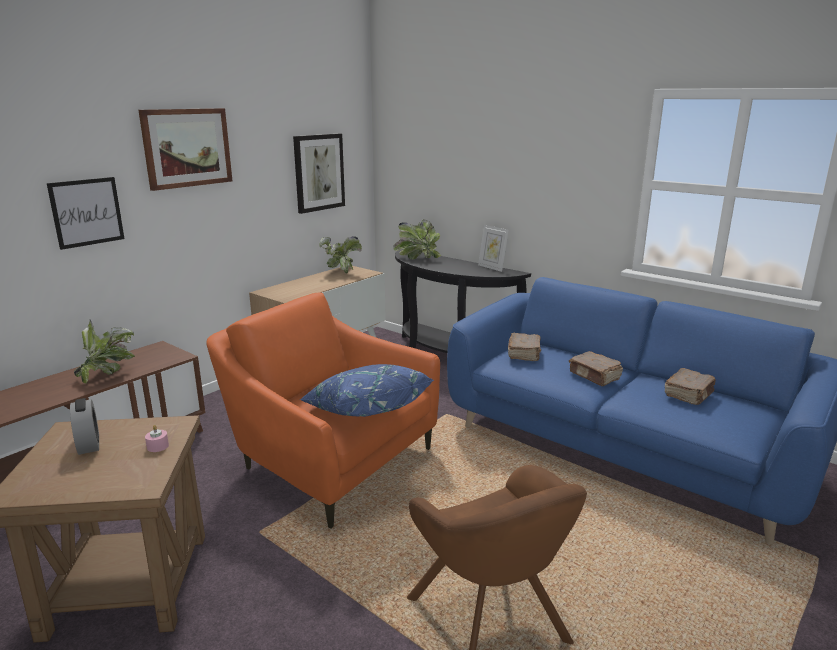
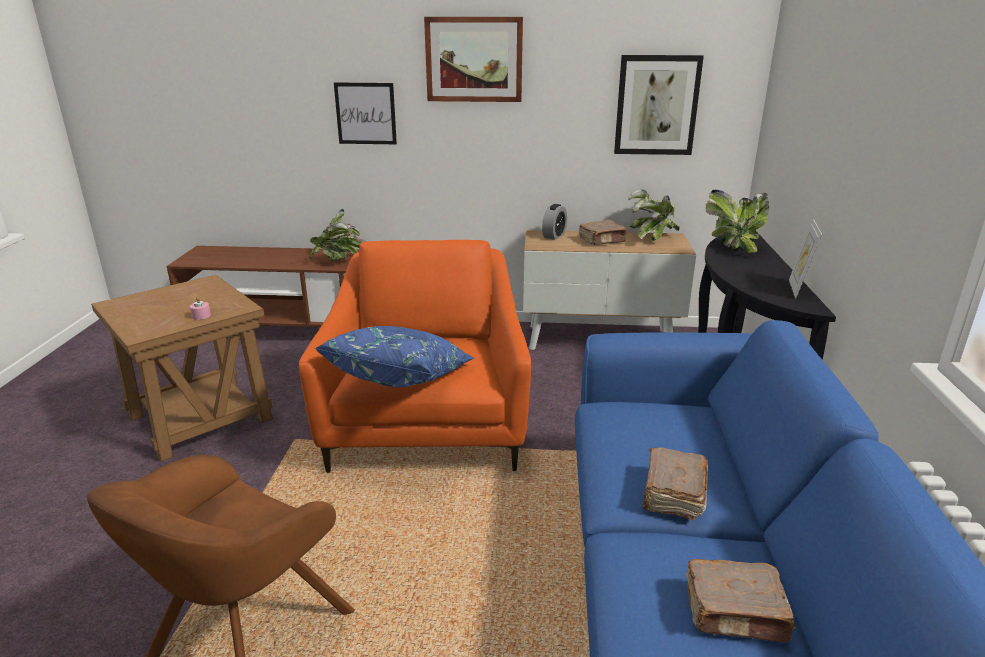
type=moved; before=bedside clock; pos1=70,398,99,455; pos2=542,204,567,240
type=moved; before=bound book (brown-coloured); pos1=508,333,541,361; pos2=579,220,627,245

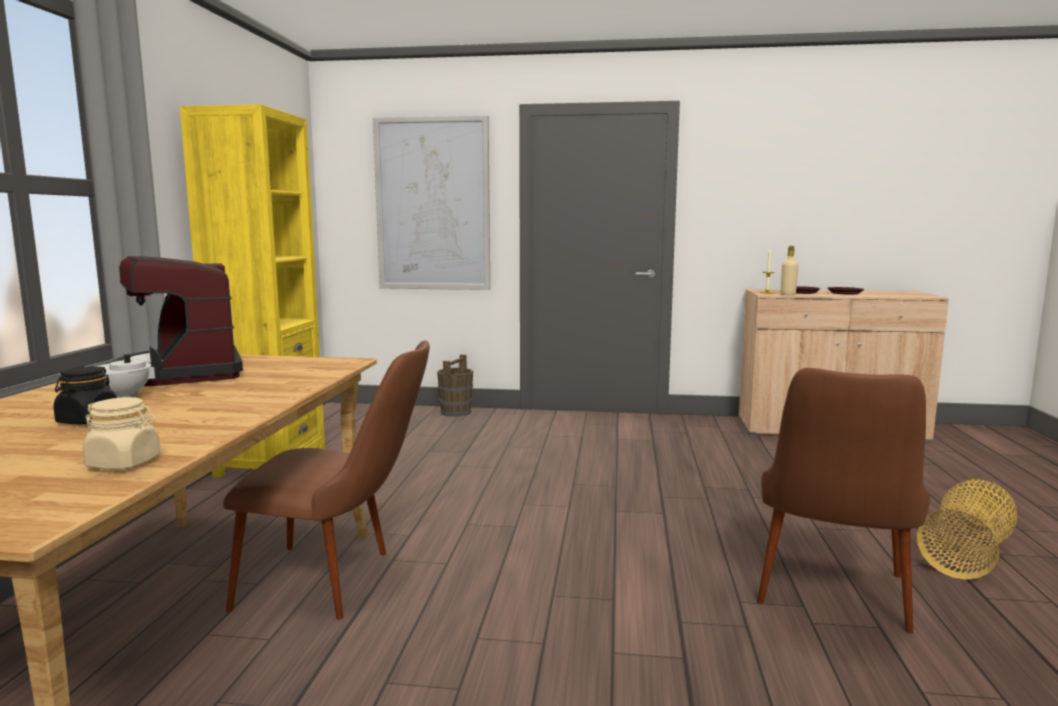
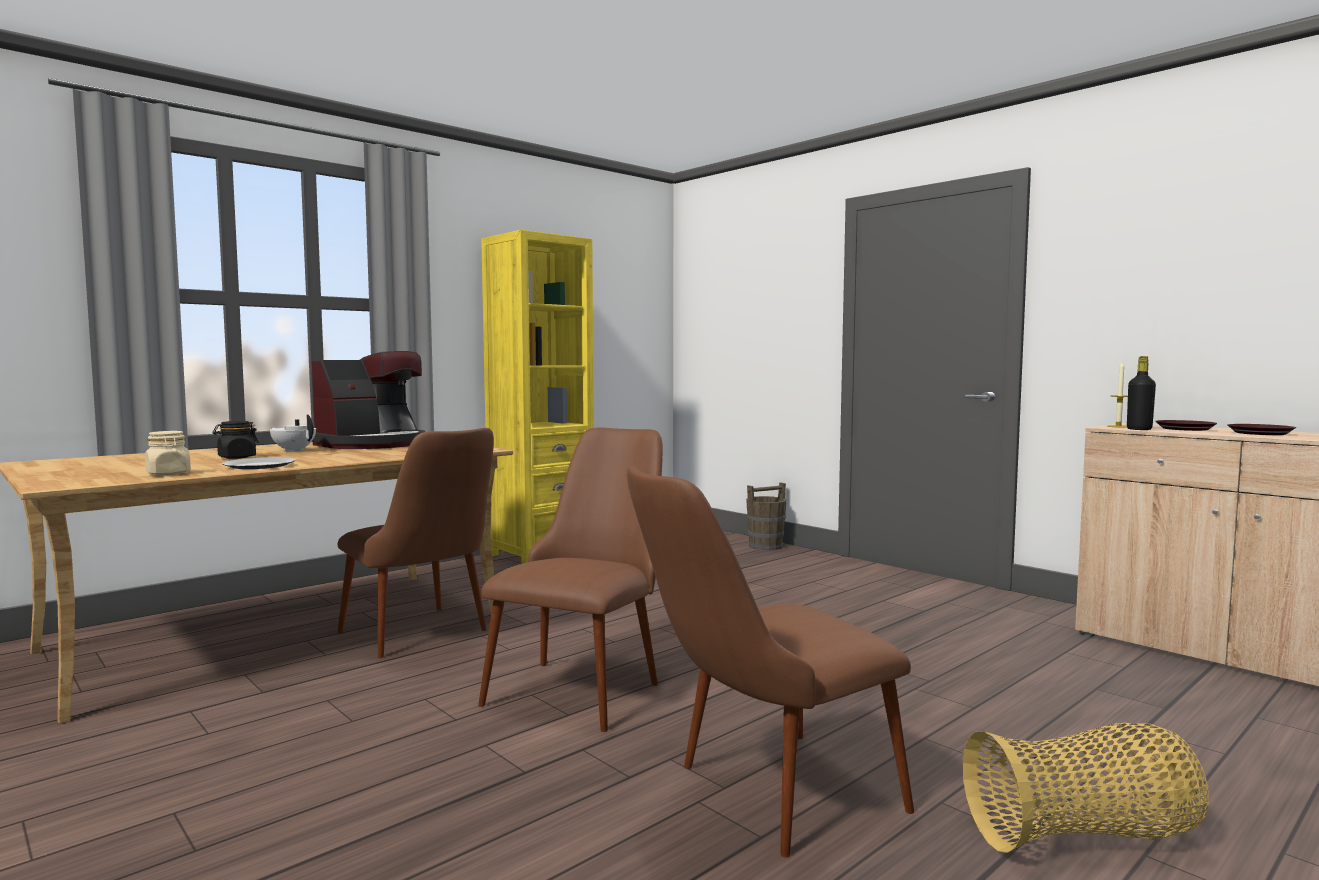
type=removed; before=picture; pos1=373,115,490,290
type=added; after=dinner plate; pos2=222,457,296,469
type=added; after=plain chair (brown-coloured); pos2=478,427,663,732
type=recoloured; before=bottle (sand-coloured); after=bottle (blackish); pos1=781,246,798,295; pos2=1127,356,1156,430
type=turned; before=coffee brewer; pos1=111,256,243,386; pos2=312,351,425,449; turn=-150

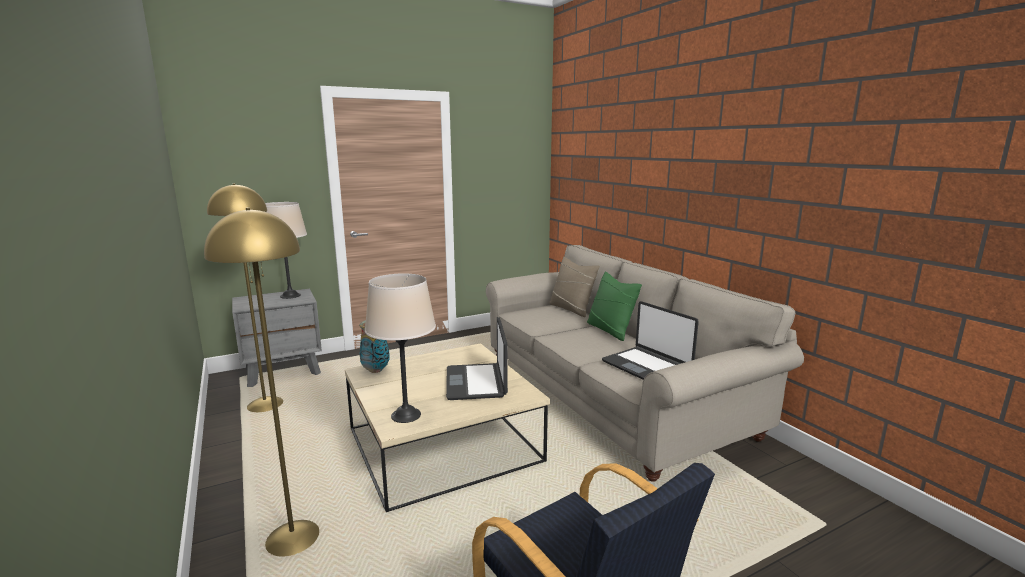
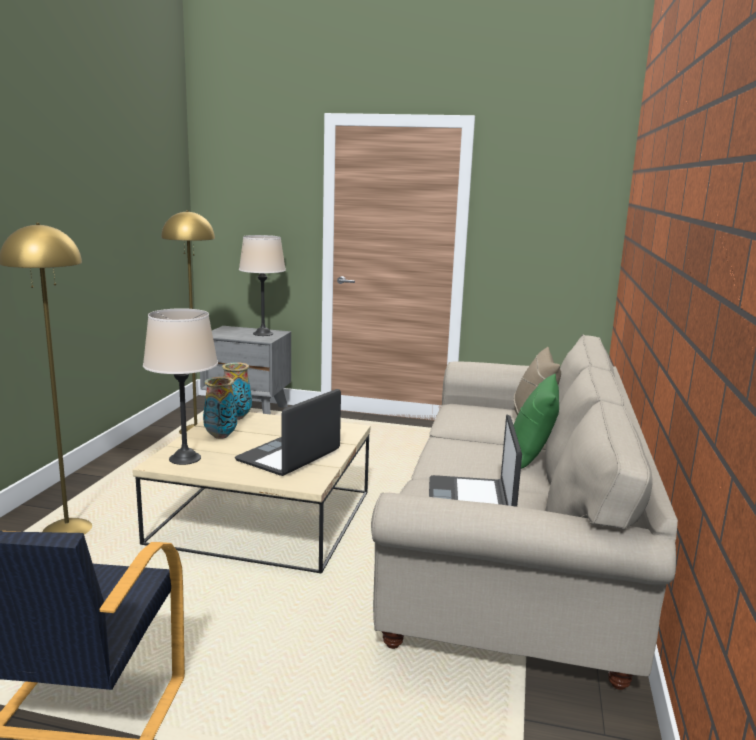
type=added; after=flower vase; pos2=203,377,237,439

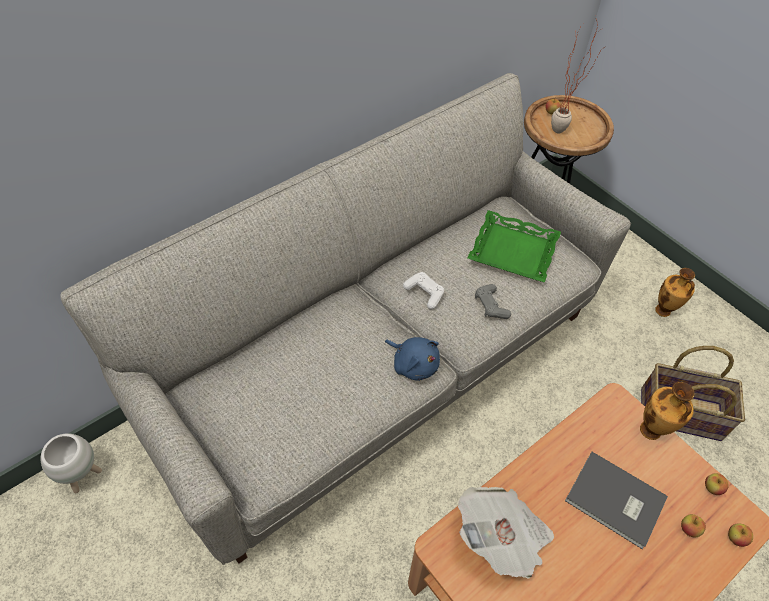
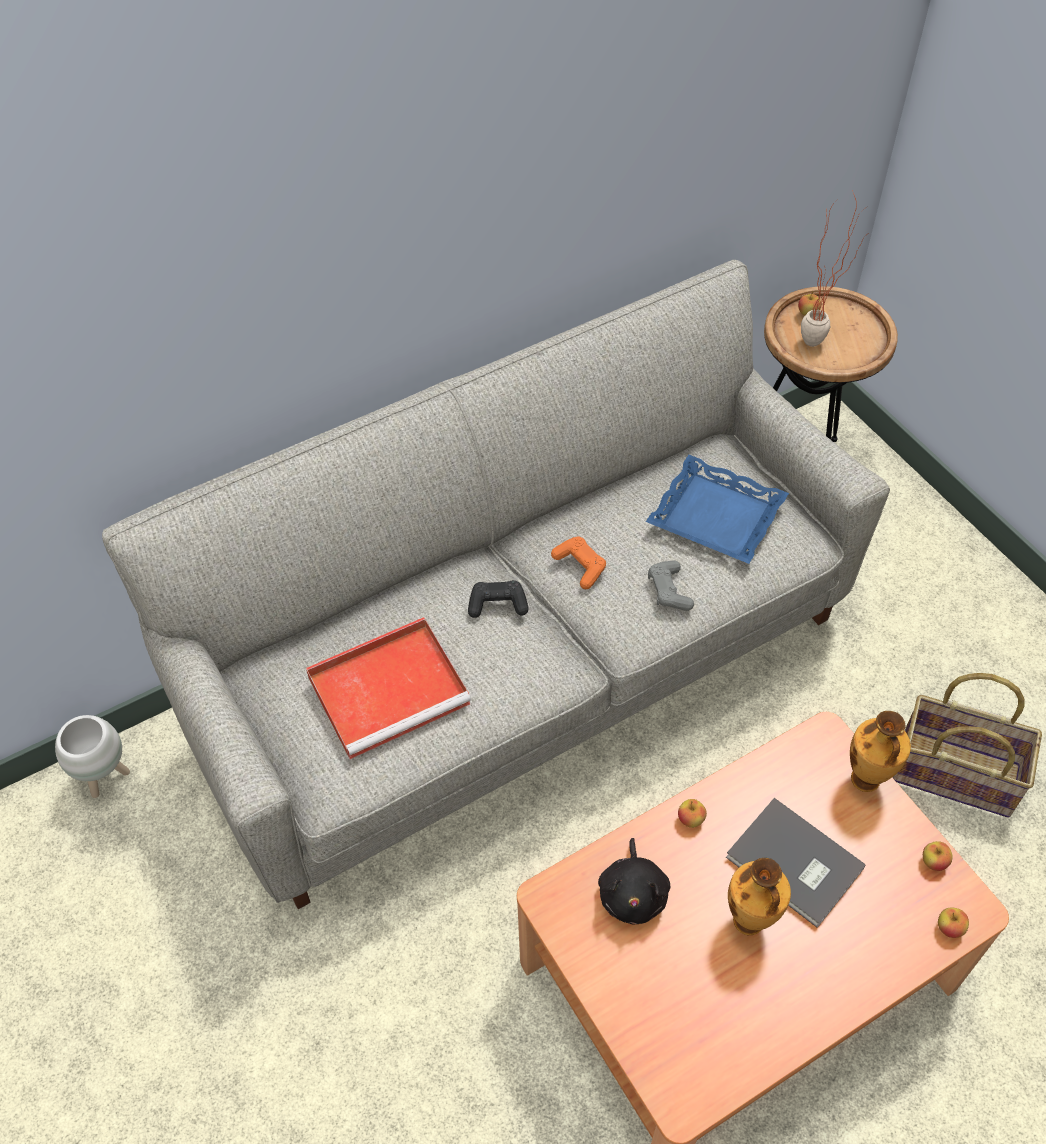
type=removed; before=cuddly toy (blue); pos1=385,337,440,381
type=added; after=carrying tray (reddish); pos2=306,617,471,759
type=added; after=gamepad (blackish); pos2=468,580,528,618
type=moved; before=flower vase; pos1=655,268,695,317; pos2=728,858,791,935
type=moved; before=apple fruit; pos1=681,514,706,537; pos2=678,799,707,828
type=replaced; before=printed paper; after=cuddly toy (blackish); pos1=458,487,554,578; pos2=598,838,670,925
type=recoloured; before=gamepad (white-coloured); after=gamepad (orange); pos1=403,272,444,309; pos2=551,536,606,589
type=recoloured; before=carrying tray (green); after=carrying tray (blue); pos1=467,210,561,282; pos2=646,455,789,564

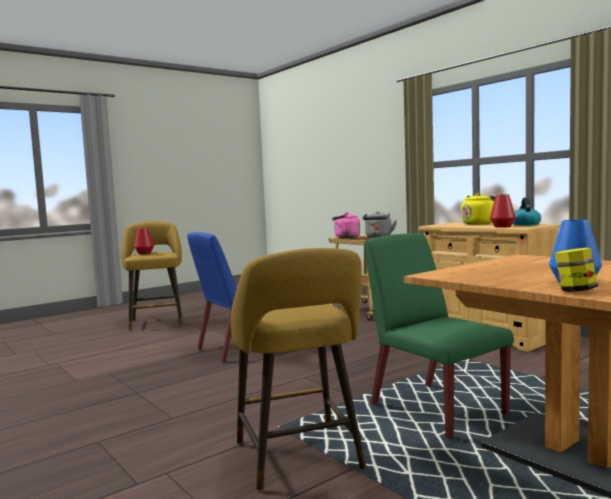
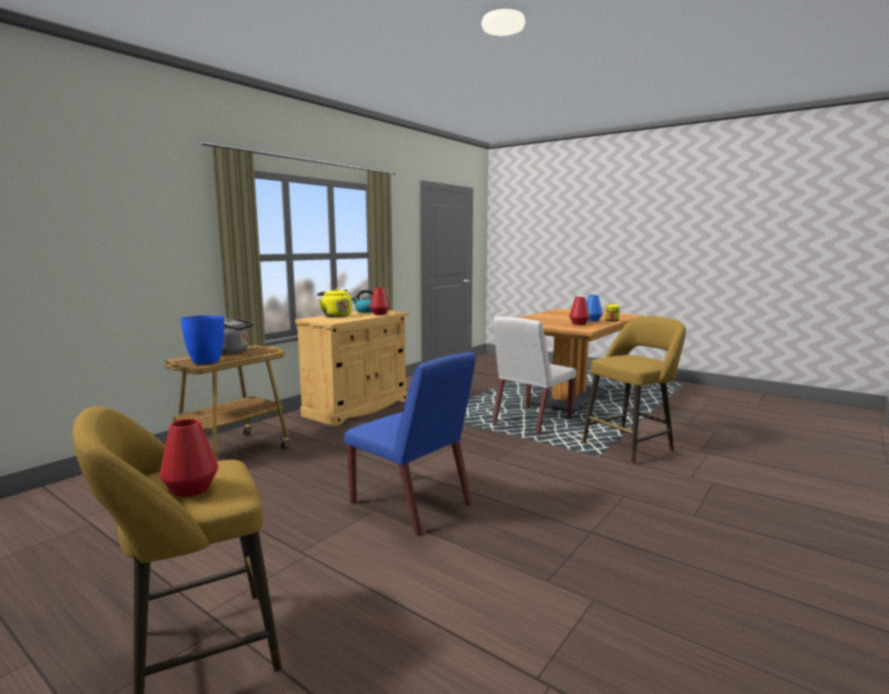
type=added; after=flower vase (reddish); pos2=569,297,590,325
type=replaced; before=tea kettle (pink); after=flower vase (blue); pos1=332,212,360,238; pos2=181,315,224,364
type=recoloured; before=plain chair (green); after=plain chair (white-coloured); pos1=364,233,514,439; pos2=492,317,576,435

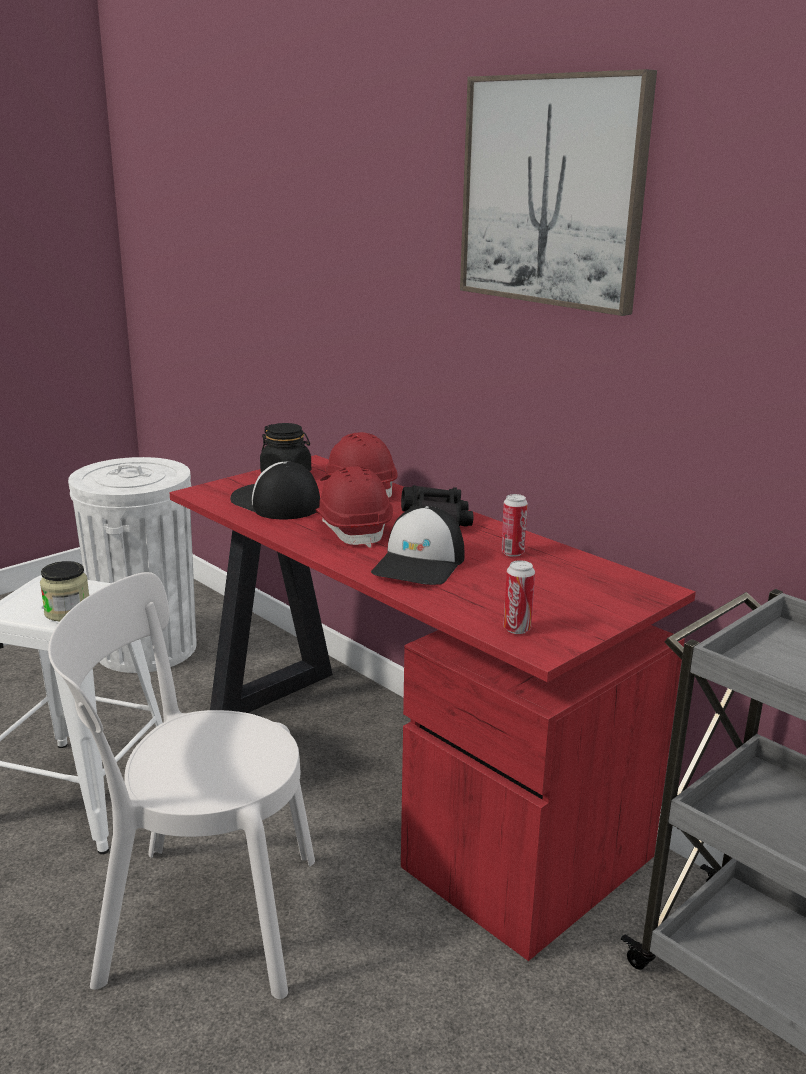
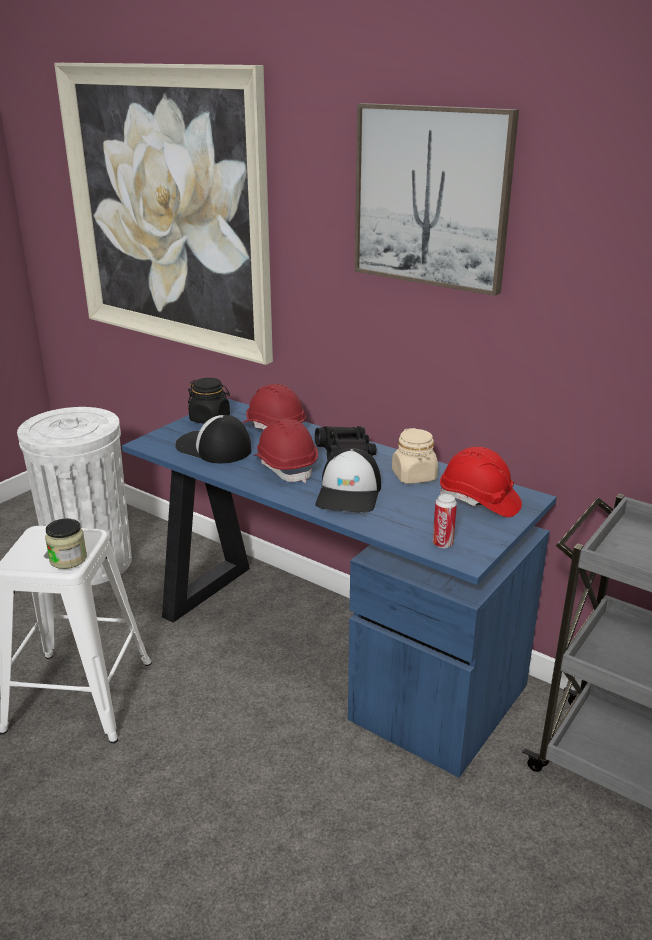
type=removed; before=plain chair (white-coloured); pos1=48,572,315,999
type=added; after=picture; pos2=54,63,273,365
type=added; after=hard hat (reddish); pos2=440,447,522,517
type=replaced; before=sealed can; after=jar (sand-coloured); pos1=501,494,528,557; pos2=392,428,438,484
type=recoloured; before=desk (reddish); after=desk (blue); pos1=169,455,696,961; pos2=122,398,557,778

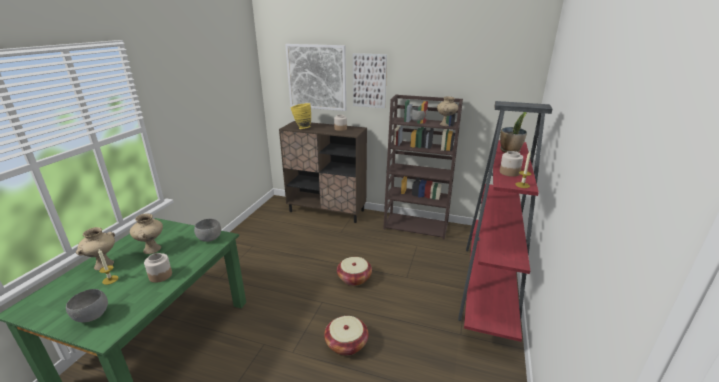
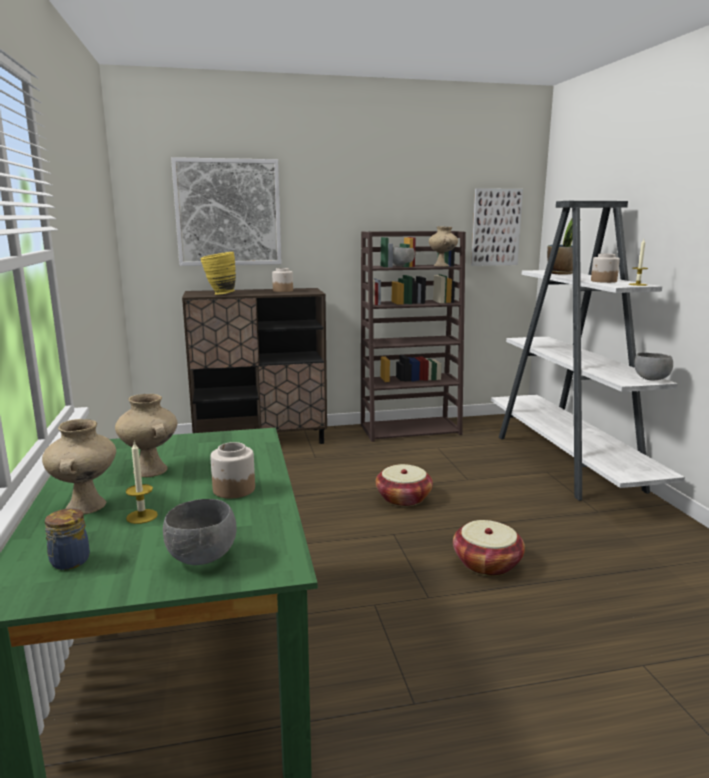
type=added; after=jar; pos2=45,508,90,570
type=moved; before=serving bowl (gray); pos1=194,219,221,242; pos2=634,353,673,381
type=moved; before=picture; pos1=353,53,387,108; pos2=471,188,523,266
type=recoloured; before=shelving unit (reddish); after=shelving unit (white-coloured); pos1=458,101,552,342; pos2=491,201,685,501

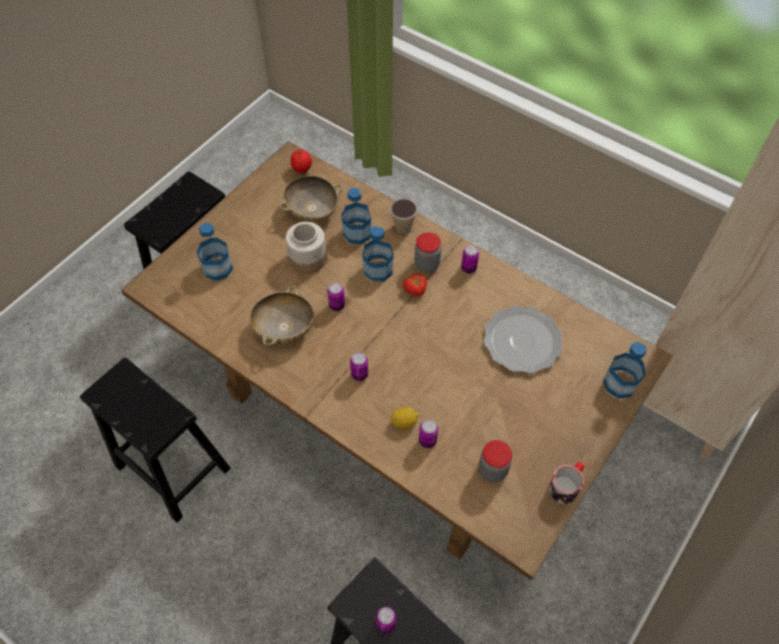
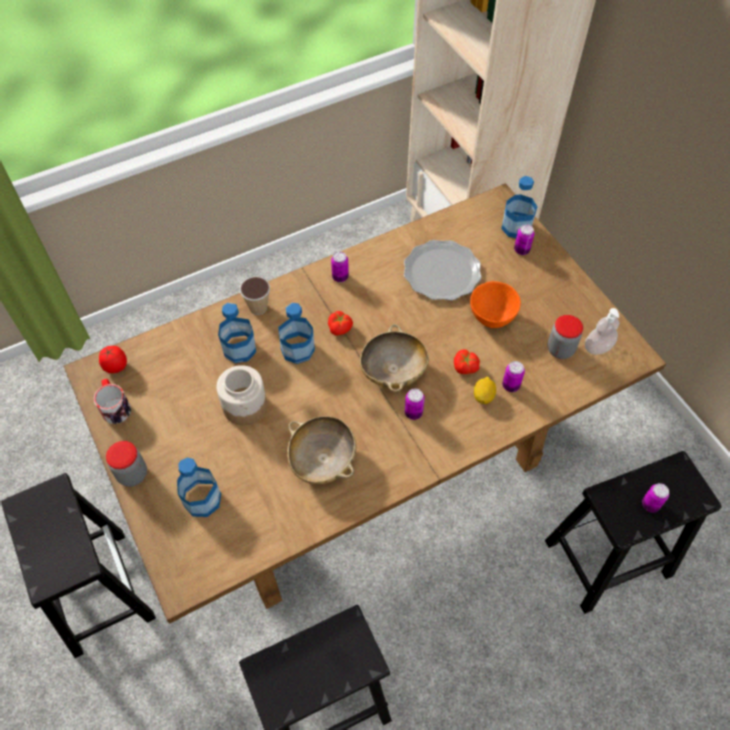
type=added; after=tomato; pos2=454,350,480,374
type=added; after=serving bowl (orange); pos2=470,281,521,328
type=added; after=soap dispenser; pos2=585,308,620,355
type=moved; before=serving bowl (sand-coloured); pos1=279,176,342,222; pos2=360,324,429,392
type=moved; before=sealed can; pos1=327,282,345,311; pos2=514,224,534,255
type=moved; before=jar; pos1=415,232,442,273; pos2=106,441,147,487
type=moved; before=mug; pos1=548,462,585,504; pos2=94,378,131,424

